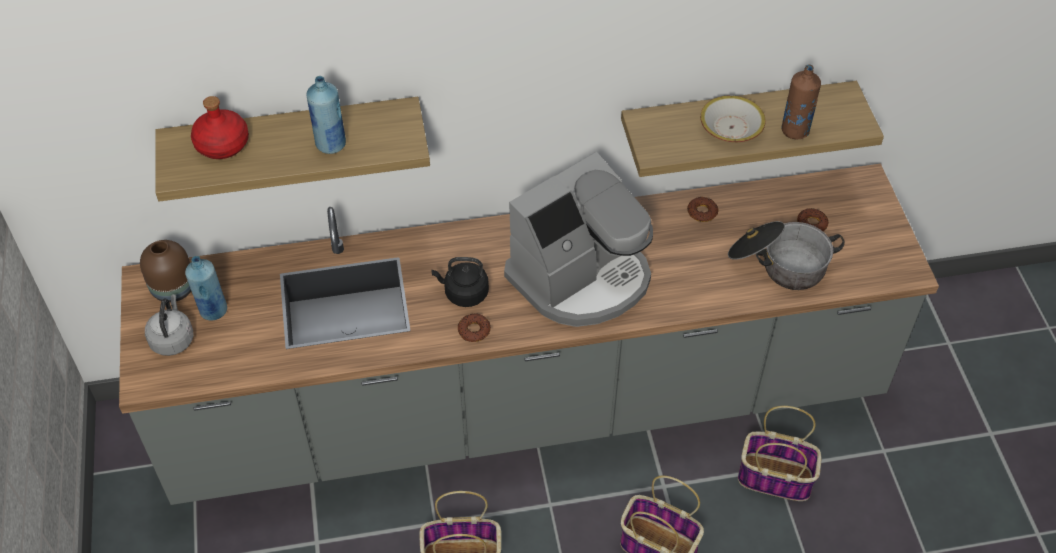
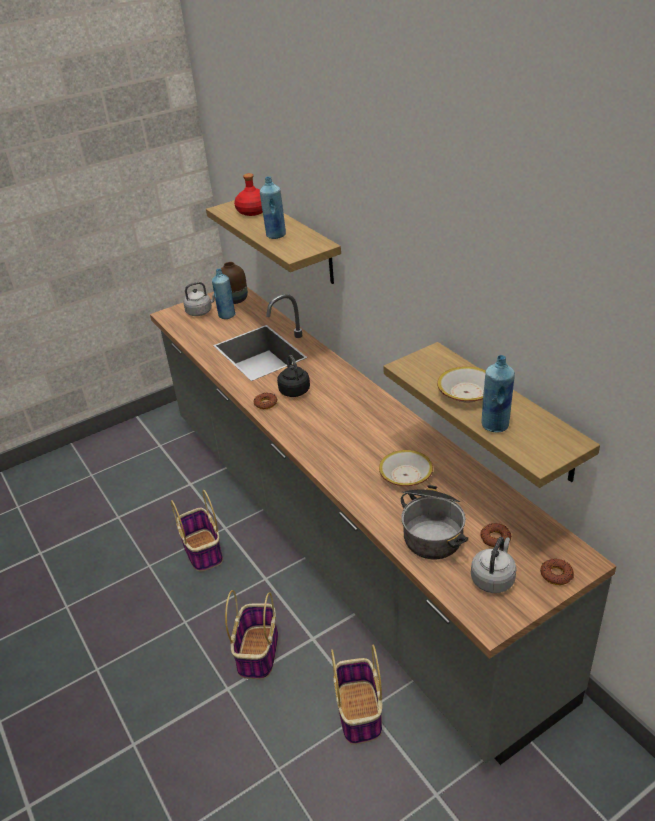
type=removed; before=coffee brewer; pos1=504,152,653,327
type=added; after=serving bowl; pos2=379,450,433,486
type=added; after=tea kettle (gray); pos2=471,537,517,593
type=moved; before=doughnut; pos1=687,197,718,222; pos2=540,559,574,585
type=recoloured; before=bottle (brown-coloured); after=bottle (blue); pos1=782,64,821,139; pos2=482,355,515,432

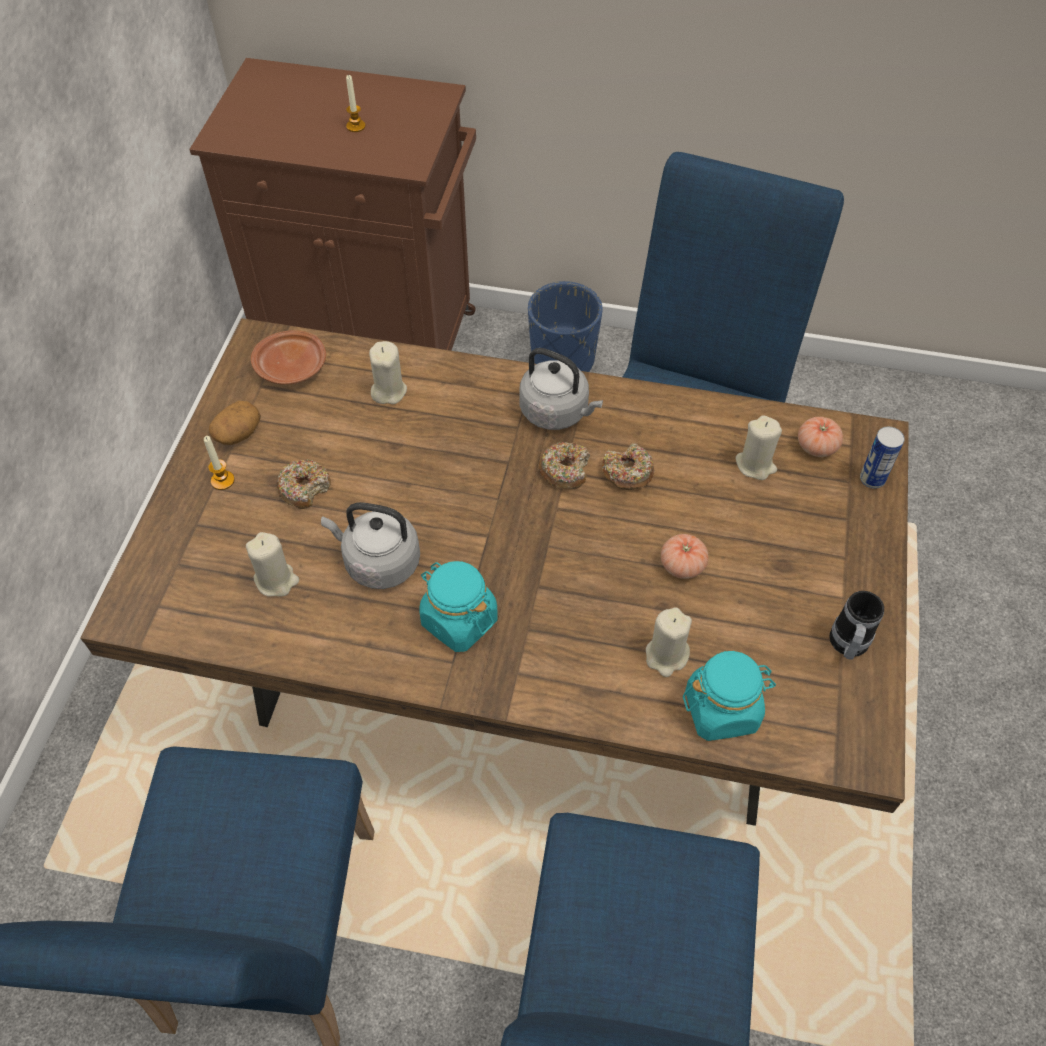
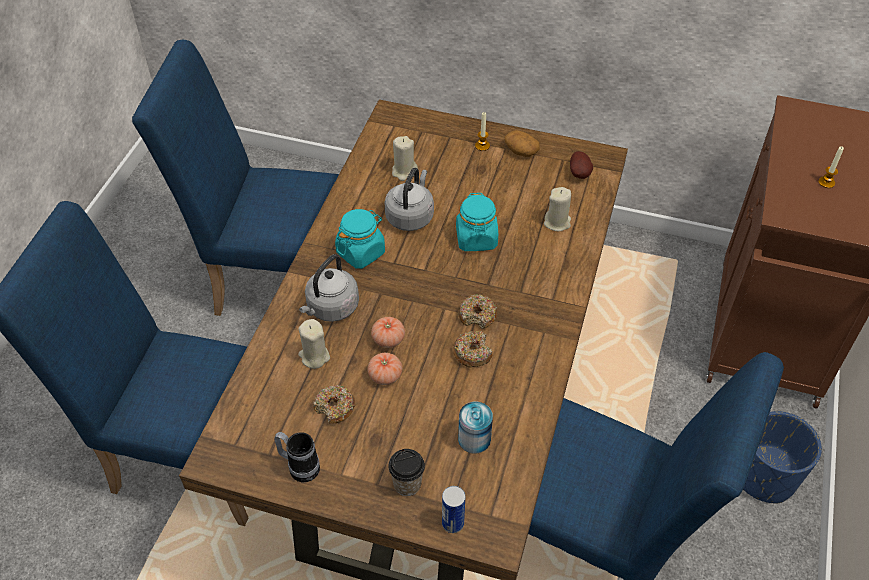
type=added; after=drinking cup; pos2=388,449,425,496
type=moved; before=doughnut; pos1=277,459,331,509; pos2=314,385,356,424
type=moved; before=tea kettle (gray); pos1=519,348,603,430; pos2=299,254,359,322
type=moved; before=jar (blue-green); pos1=683,651,776,741; pos2=456,193,498,251
type=moved; before=tomato; pos1=798,417,843,457; pos2=371,317,405,348
type=replaced; before=dinner plate (brown-coloured); after=whole potato; pos1=251,330,326,385; pos2=570,151,593,179
type=replaced; before=candle (sand-coloured); after=sealed can; pos1=736,415,782,480; pos2=458,402,493,454

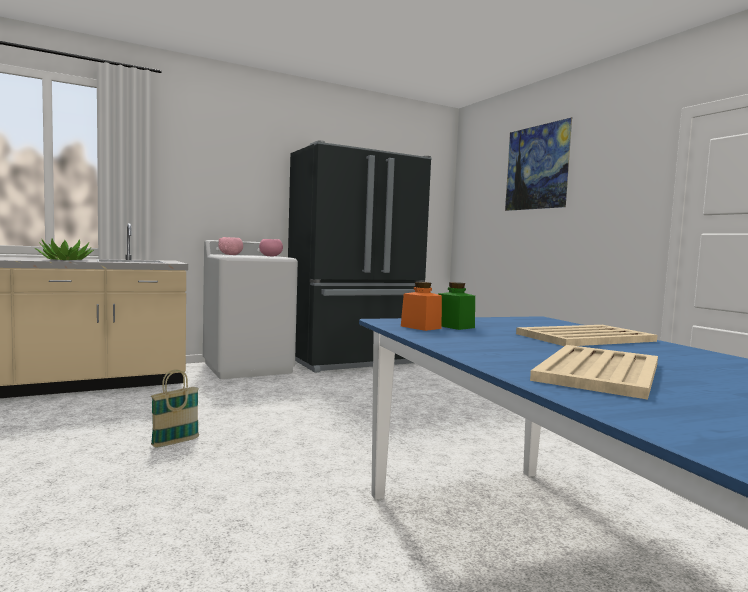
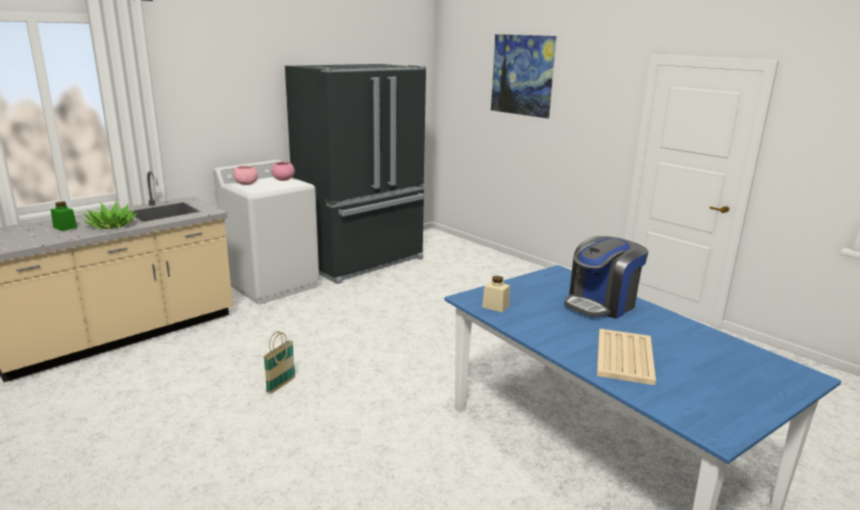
type=moved; before=jar (green); pos1=438,282,475,330; pos2=51,201,77,231
type=replaced; before=carrying tray (sand-coloured); after=coffee brewer; pos1=516,325,657,346; pos2=564,236,648,319
type=recoloured; before=jar (orange); after=jar (sand-coloured); pos1=401,282,442,331; pos2=482,276,510,313

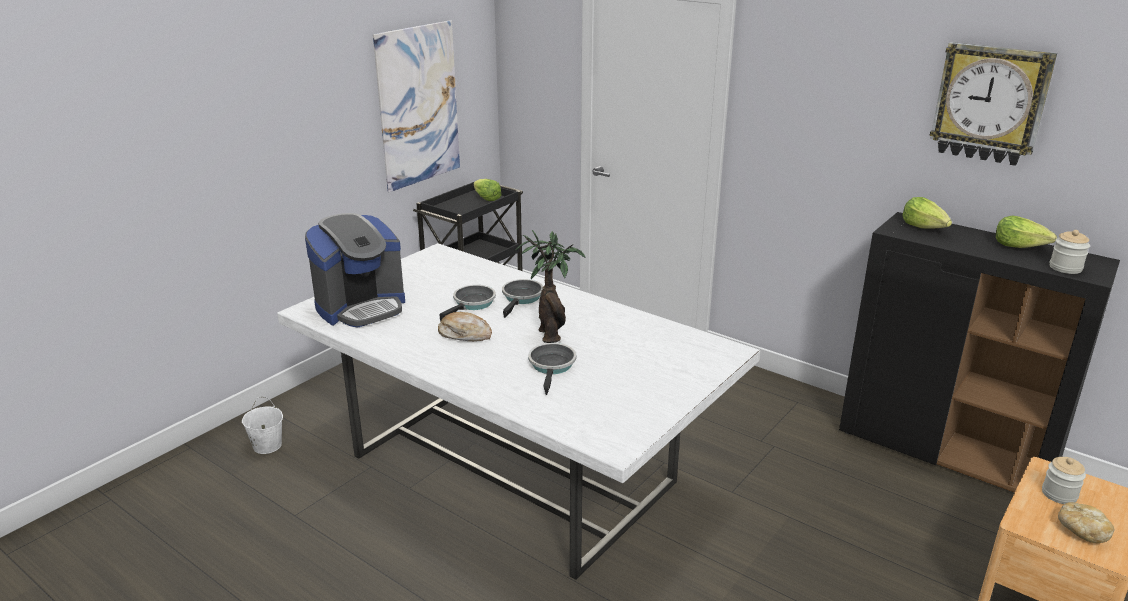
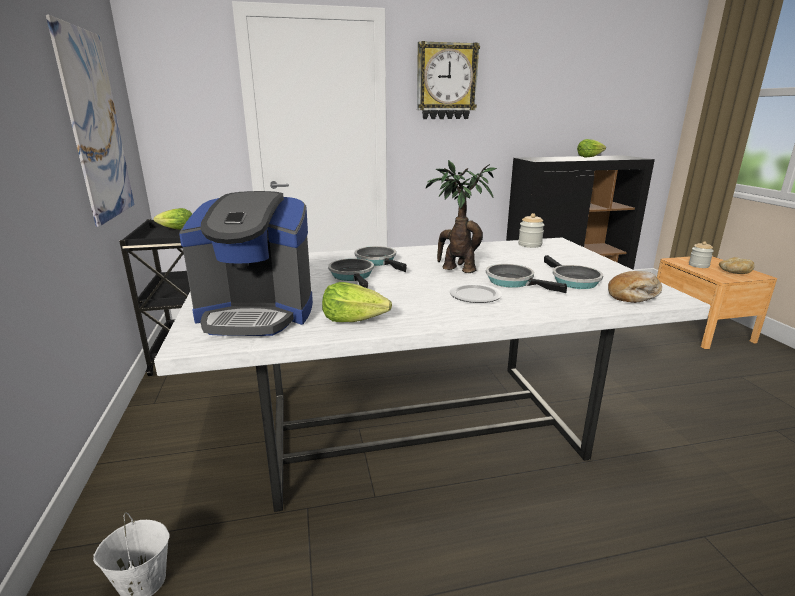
type=added; after=dinner plate; pos2=449,284,502,303
type=added; after=skillet; pos2=544,255,603,289
type=moved; before=baked bread; pos1=438,312,492,341; pos2=608,271,662,303
type=moved; before=lettuce head; pos1=902,197,952,229; pos2=322,282,392,322
type=moved; before=wall clock; pos1=930,42,1057,166; pos2=417,41,480,119
type=moved; before=jar; pos1=1050,230,1090,274; pos2=518,213,544,248
type=turned; before=coffee brewer; pos1=305,213,405,327; pos2=179,191,313,336; turn=90

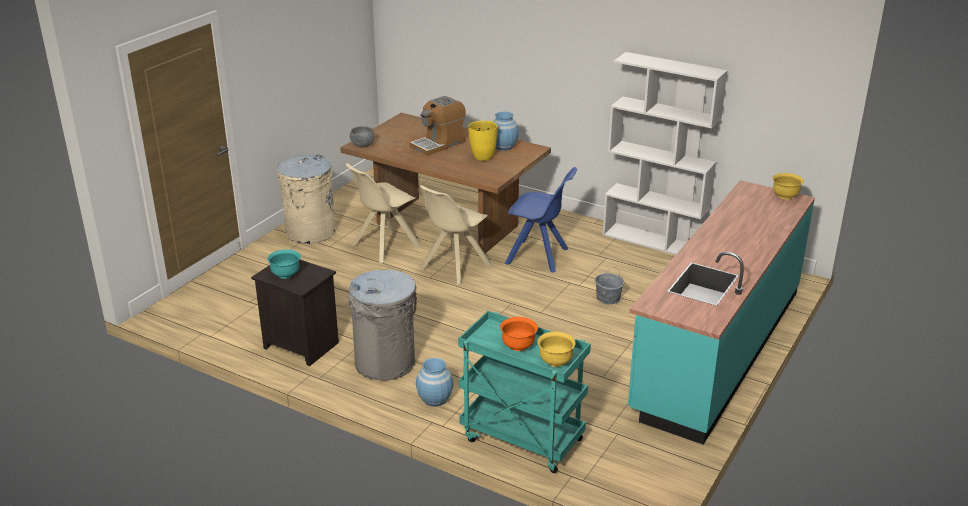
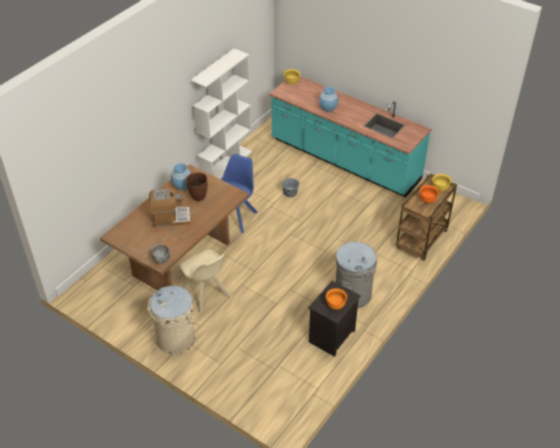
type=removed; before=plain chair (sand-coloured); pos1=420,185,491,285
type=moved; before=flower vase (blue); pos1=416,358,453,407; pos2=319,87,338,112
type=recoloured; before=serving bowl (blue-green); after=serving bowl (orange); pos1=267,249,301,279; pos2=326,288,347,310
type=recoloured; before=wheeled cart (blue-green); after=wheeled cart (brown-coloured); pos1=458,311,591,473; pos2=396,173,457,260
type=recoloured; before=flower vase (yellow-coloured); after=flower vase (brown-coloured); pos1=468,121,498,161; pos2=186,173,207,201
type=turned; before=coffee brewer; pos1=409,96,466,156; pos2=149,188,190,227; turn=-60

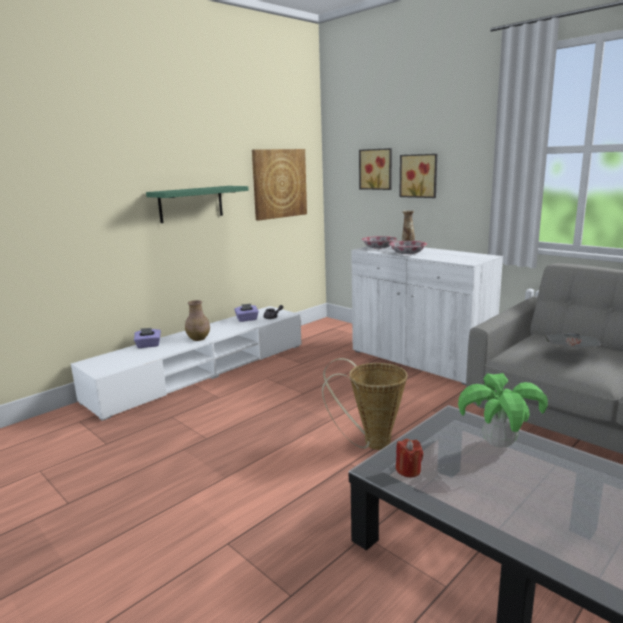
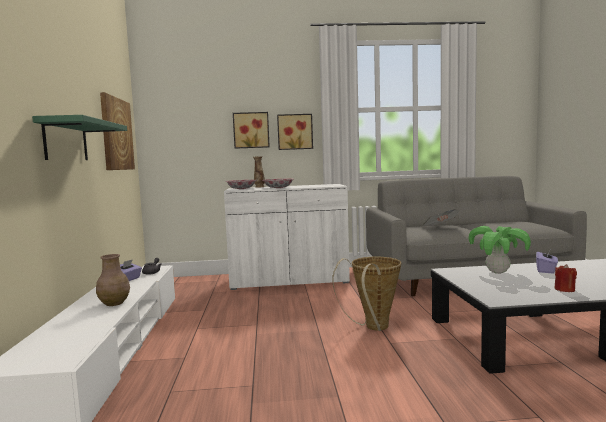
type=moved; before=tissue box (purple-coloured); pos1=134,328,161,348; pos2=536,248,558,274
type=moved; before=picture; pos1=359,148,392,190; pos2=277,114,313,150
type=moved; before=candle (reddish); pos1=396,439,423,477; pos2=554,264,577,292

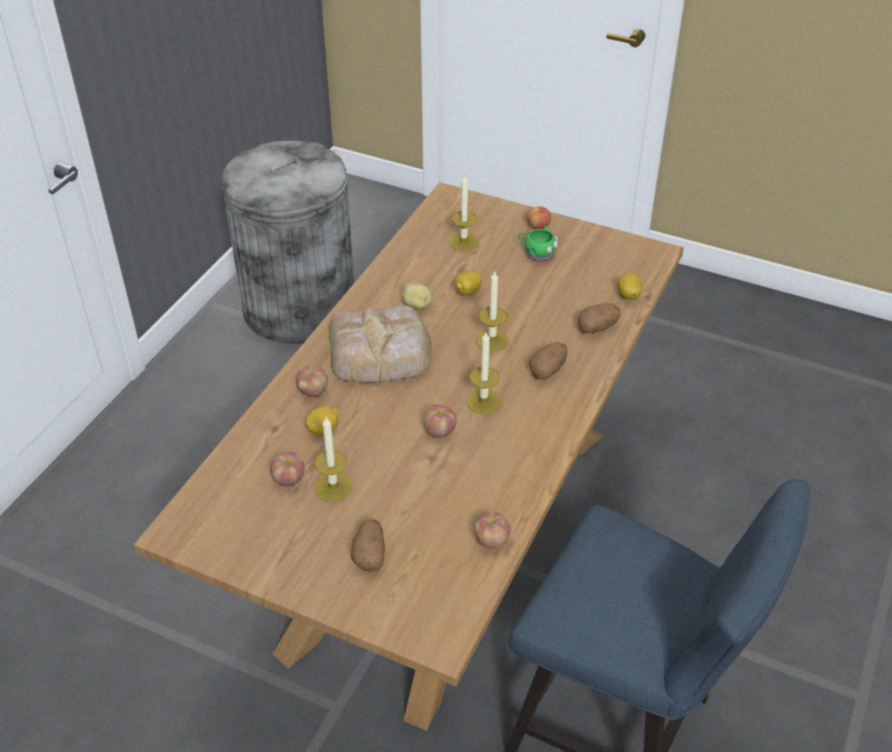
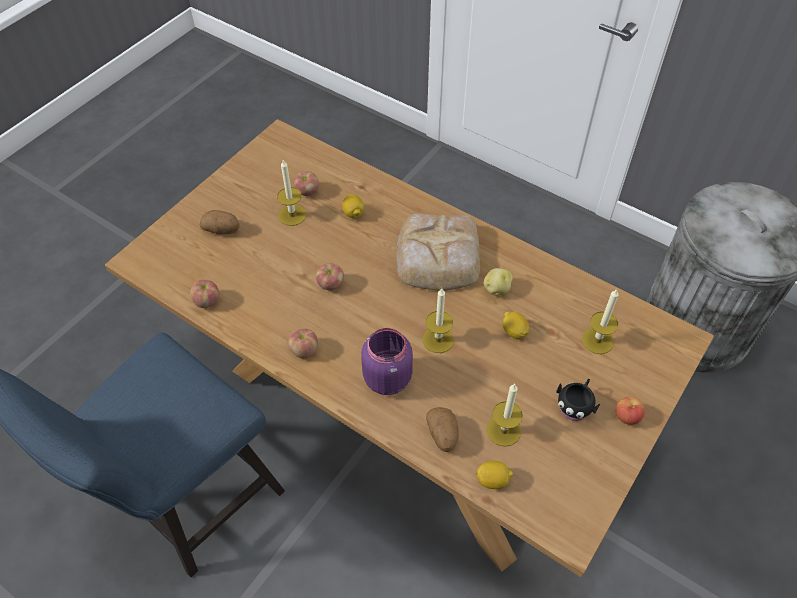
type=moved; before=apple fruit; pos1=296,366,328,397; pos2=288,329,318,359
type=moved; before=candle; pos1=467,332,501,414; pos2=486,383,523,447
type=replaced; before=whole potato; after=jar (purple-coloured); pos1=529,342,568,380; pos2=361,328,413,395
type=recoloured; before=mug (green); after=mug (blackish); pos1=518,226,559,262; pos2=556,379,600,421

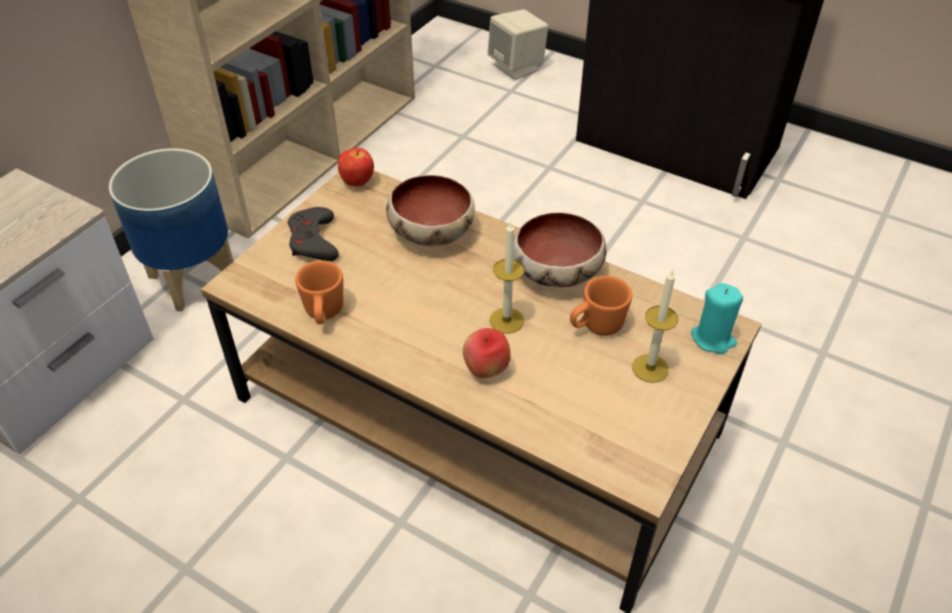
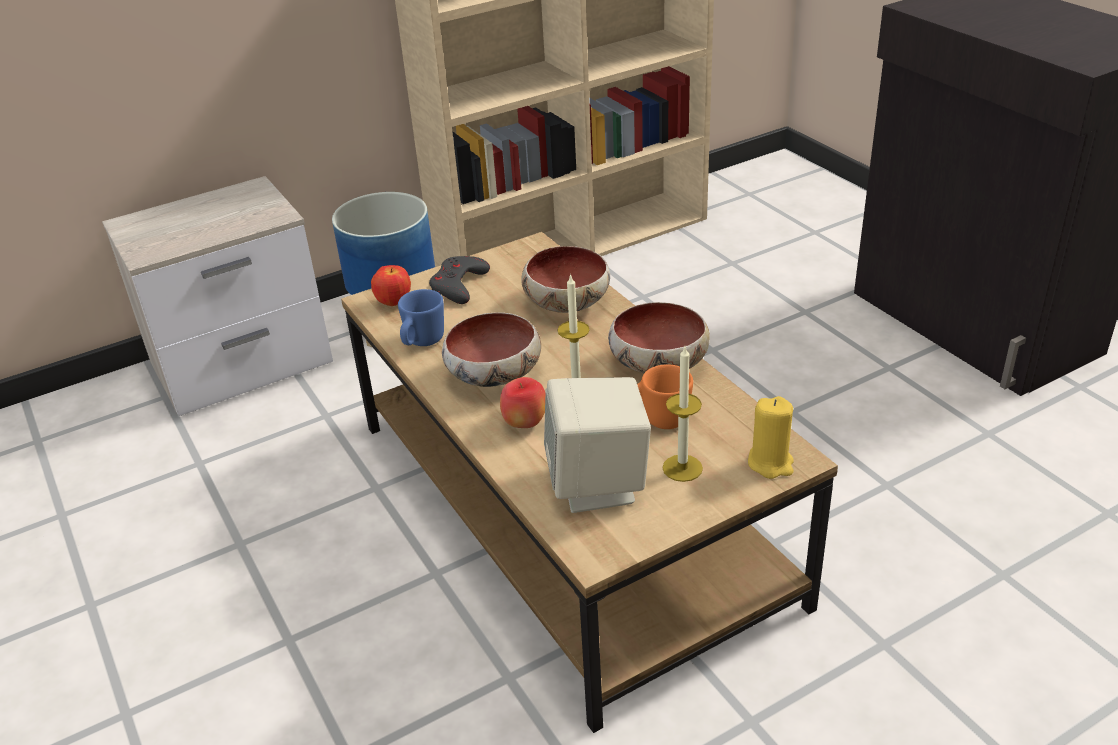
type=added; after=serving bowl; pos2=442,312,541,387
type=moved; before=apple fruit; pos1=338,148,374,186; pos2=371,265,411,306
type=moved; before=loudspeaker (sand-coloured); pos1=488,9,548,79; pos2=544,377,651,513
type=recoloured; before=mug (orange); after=mug (blue); pos1=295,261,343,325; pos2=398,289,444,346
type=recoloured; before=candle (blue-green); after=candle (yellow-coloured); pos1=691,283,743,354; pos2=748,396,794,479

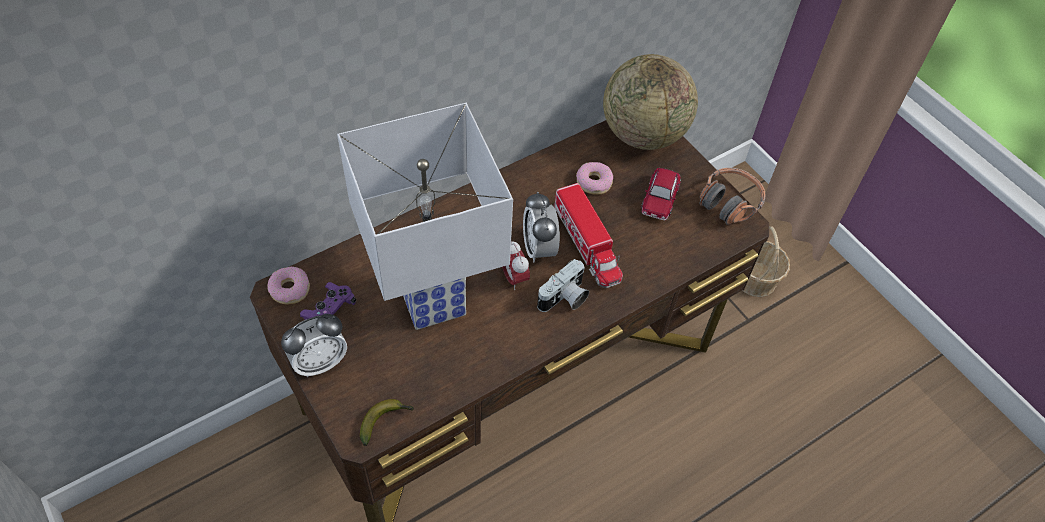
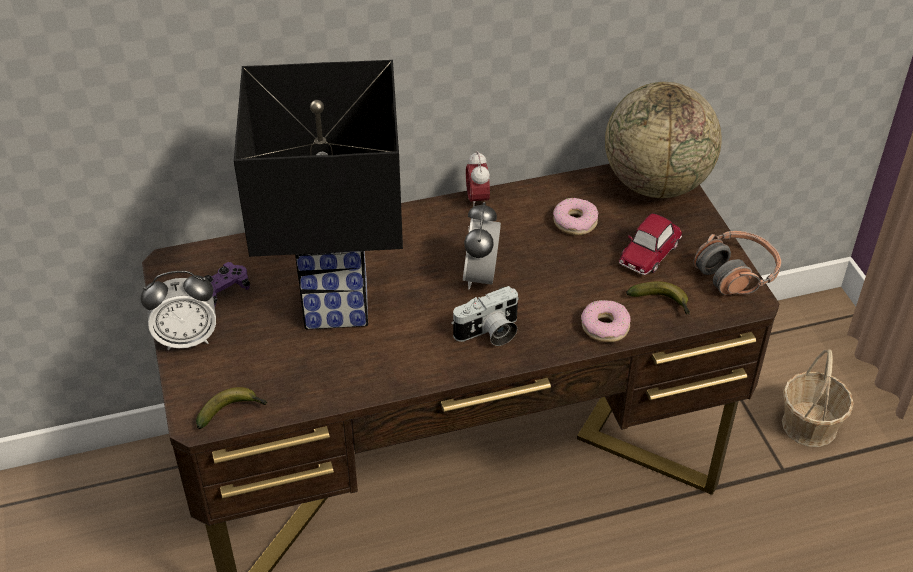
type=removed; before=model truck; pos1=554,183,623,288
type=added; after=banana fruit; pos2=626,281,690,315
type=moved; before=doughnut; pos1=267,267,310,304; pos2=581,300,631,342
type=moved; before=bedside clock; pos1=502,241,530,290; pos2=466,151,490,207
type=recoloured; before=table lamp (white-coloured); after=table lamp (blackish); pos1=337,103,513,330; pos2=234,60,403,329

